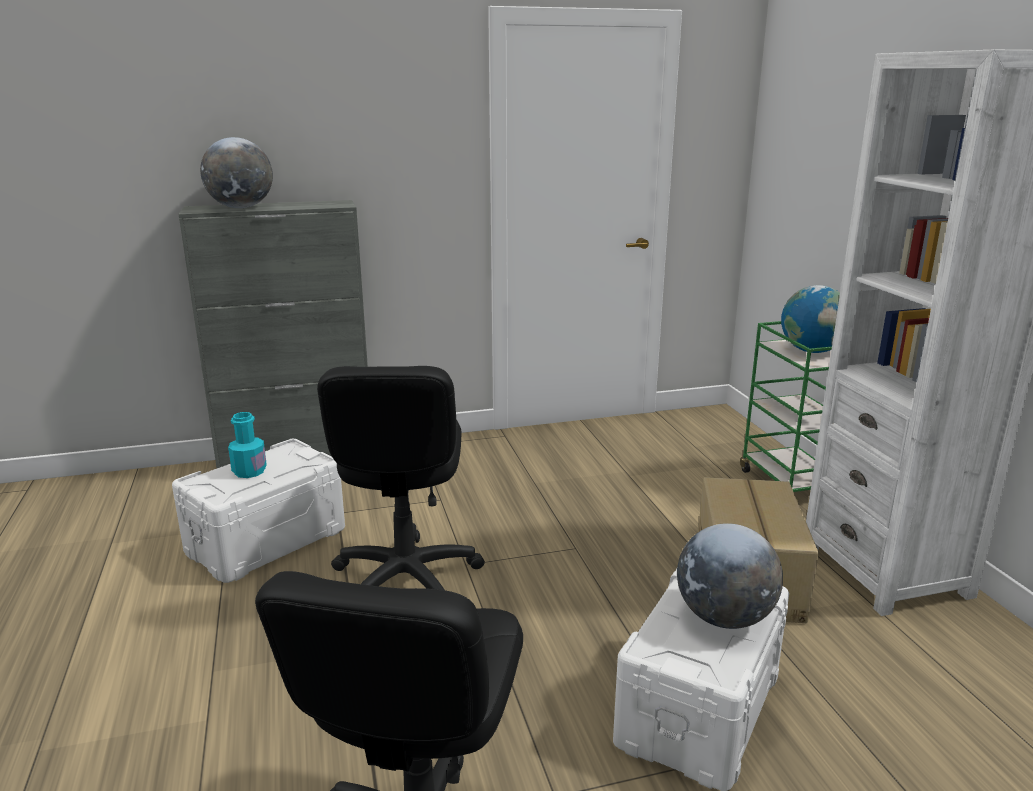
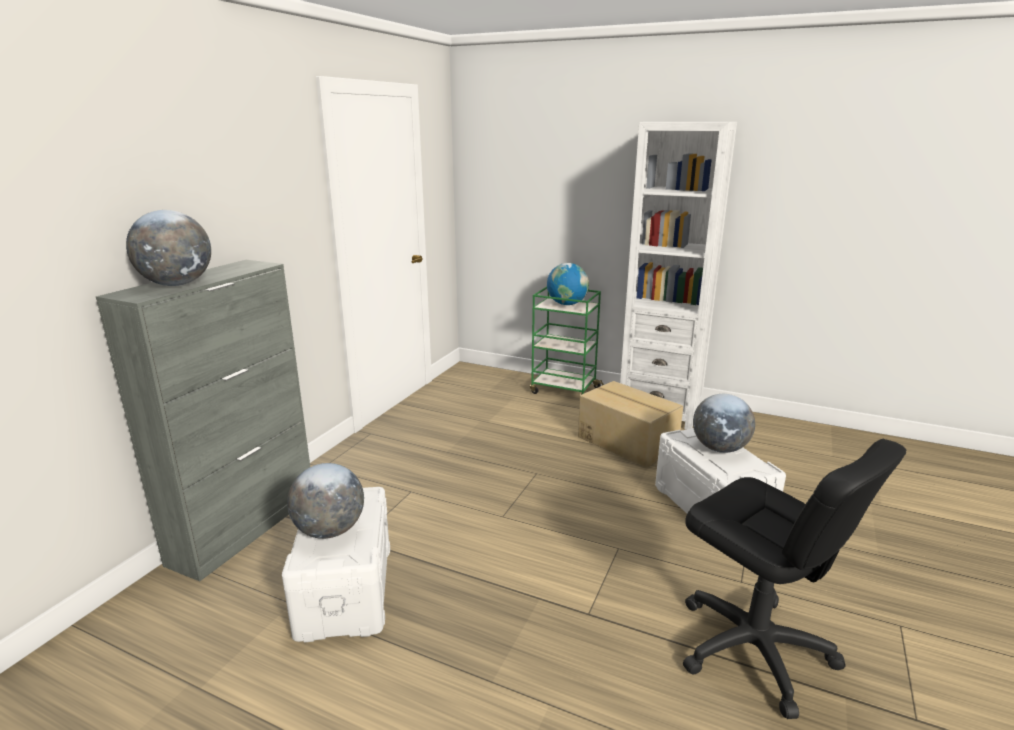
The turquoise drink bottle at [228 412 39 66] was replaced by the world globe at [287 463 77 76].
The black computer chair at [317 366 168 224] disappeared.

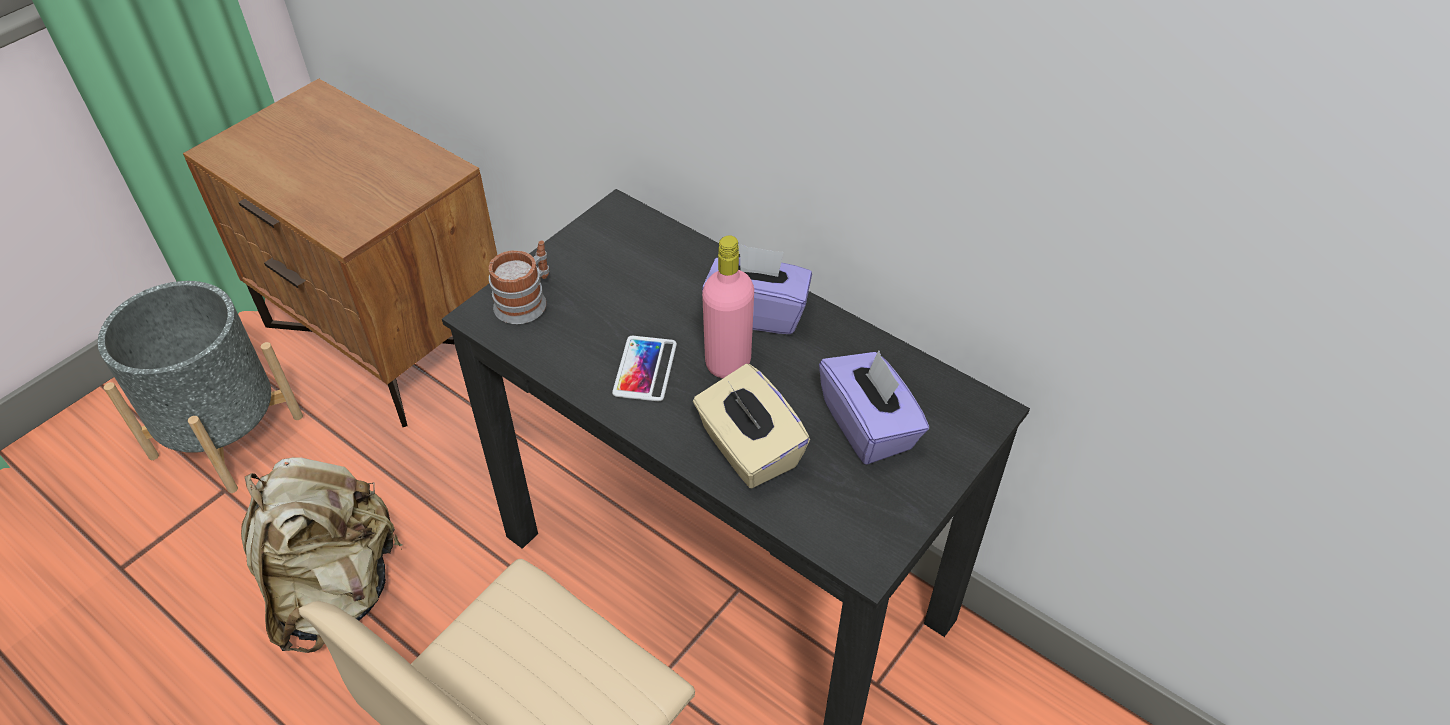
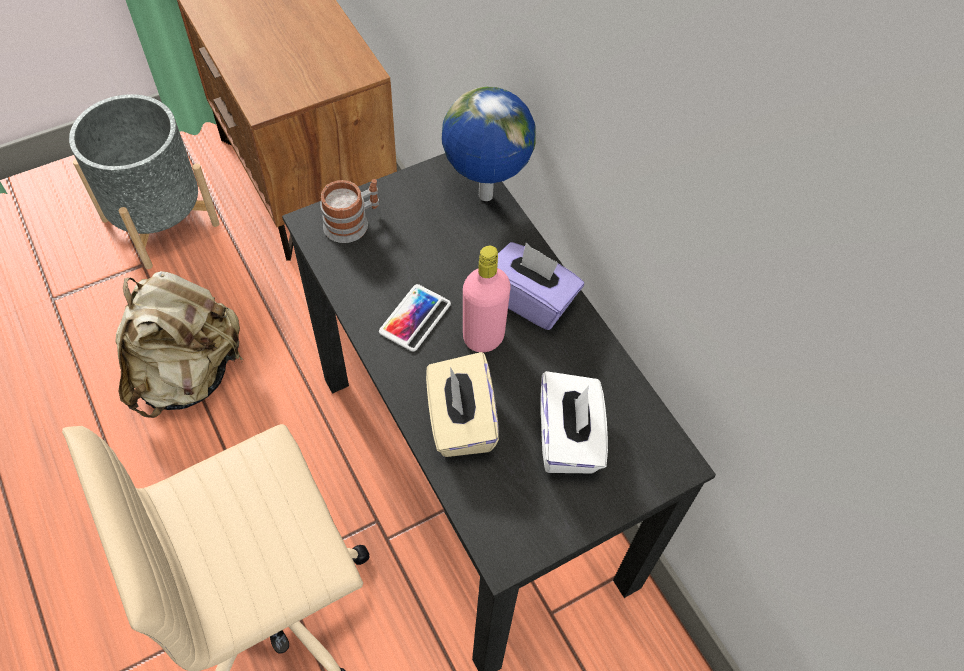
The purple-coloured tissue box at [819 351 110 114] became the whitish tissue box at [541 371 67 102].
The world globe at [441 87 95 114] appeared.

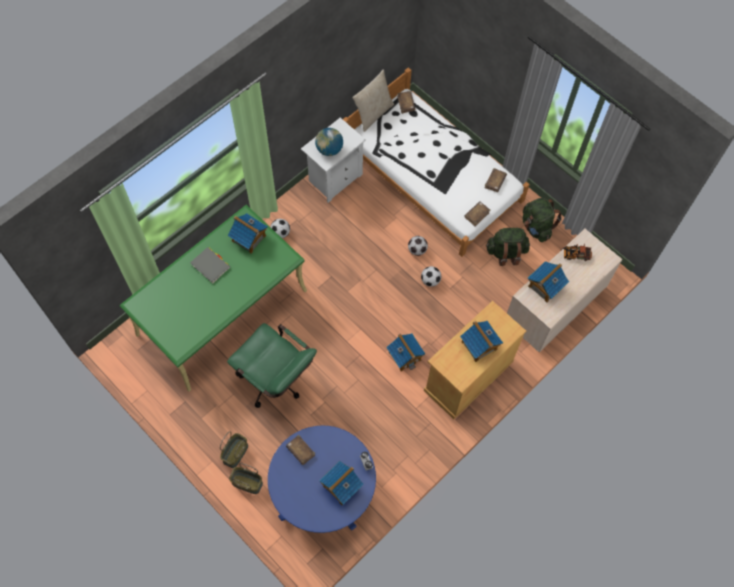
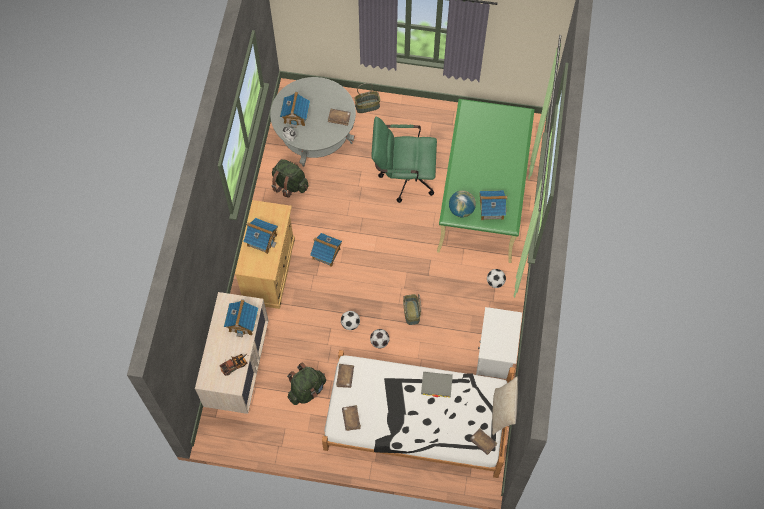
The greyish volume moved from [190 247 40 36] to [421 372 32 26].
The basket moved from [220 431 28 37] to [403 294 18 31].
The blue-coloured coffee table at [268 426 108 107] became the greyish coffee table at [270 77 86 90].
The world globe moved from [315 128 28 28] to [449 191 27 26].
The greenish knapsack moved from [522 198 40 44] to [272 159 36 39].

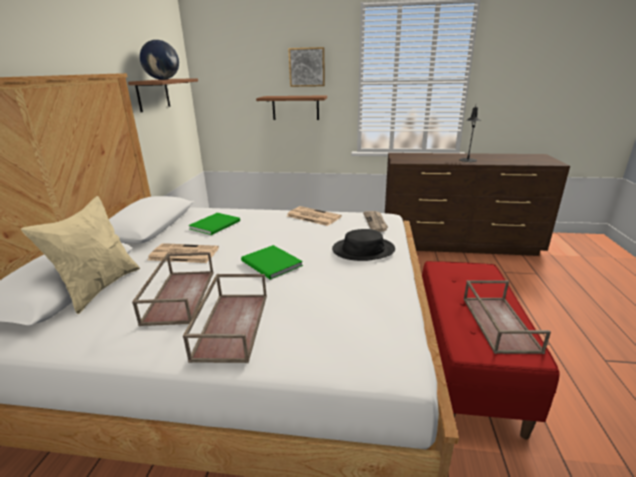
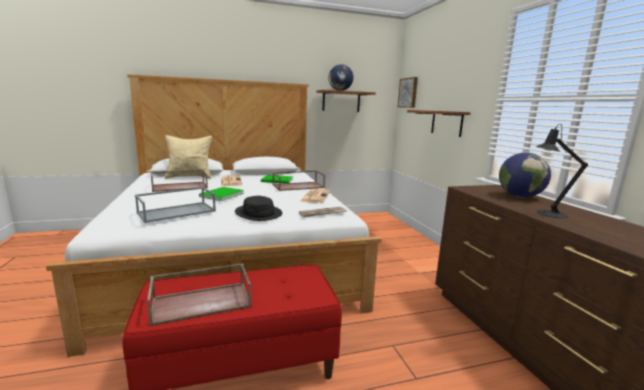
The brownish carrying tray moved from [183 274 84 89] to [273 170 52 21].
The wall art moved from [288 47 37 40] to [398 77 20 31].
The greyish carrying tray at [135 187 81 36] appeared.
The world globe at [499 152 52 46] appeared.

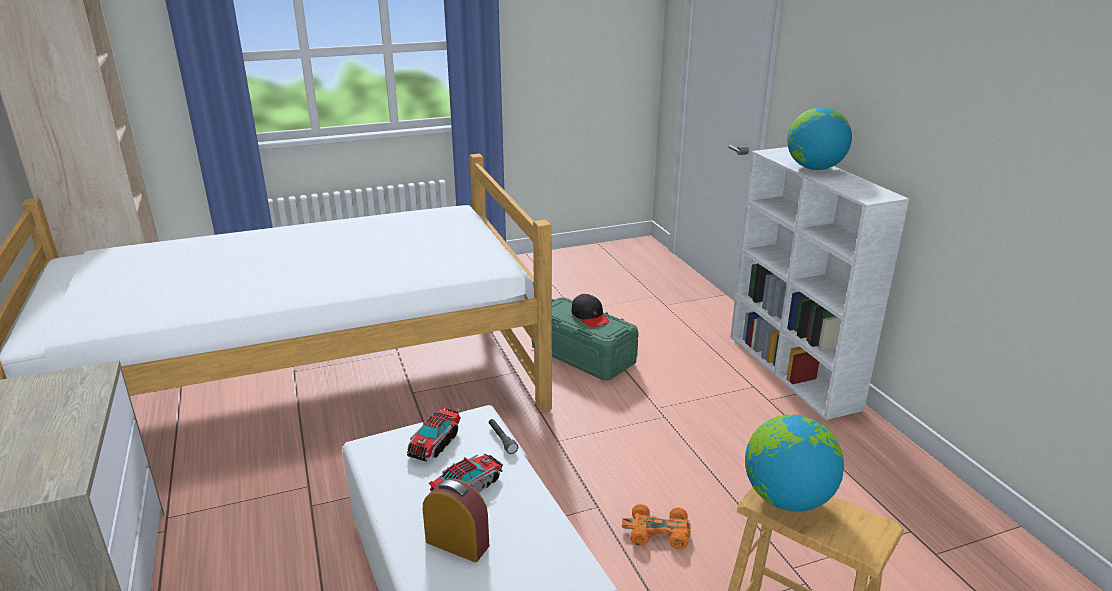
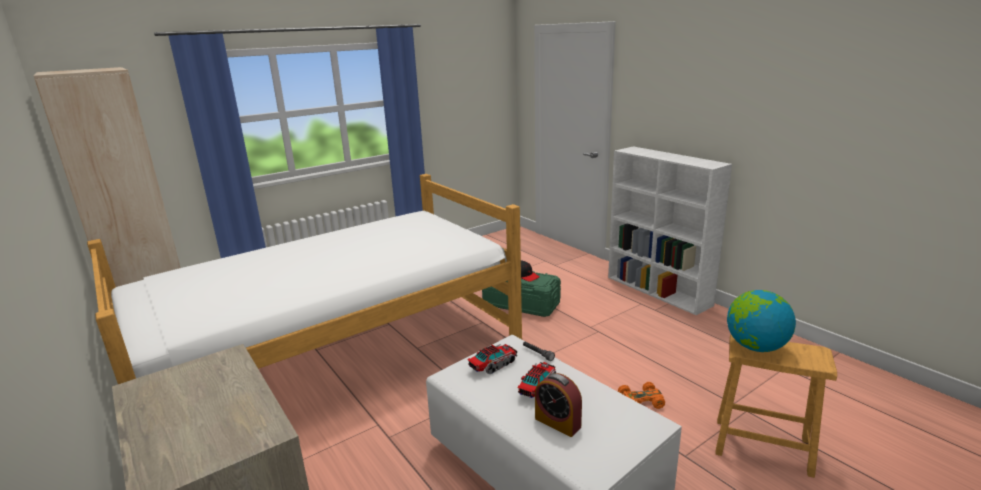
The toy truck at [407 407 54 55] turned 135 degrees counterclockwise.
The bedside clock at [423 478 66 84] turned 150 degrees counterclockwise.
The world globe at [787 107 65 63] disappeared.

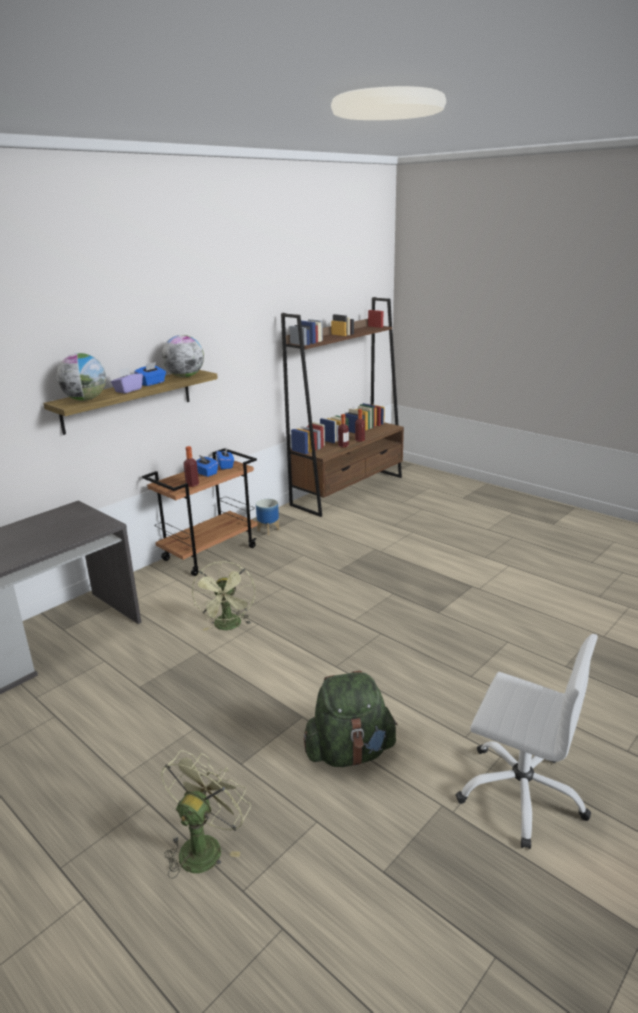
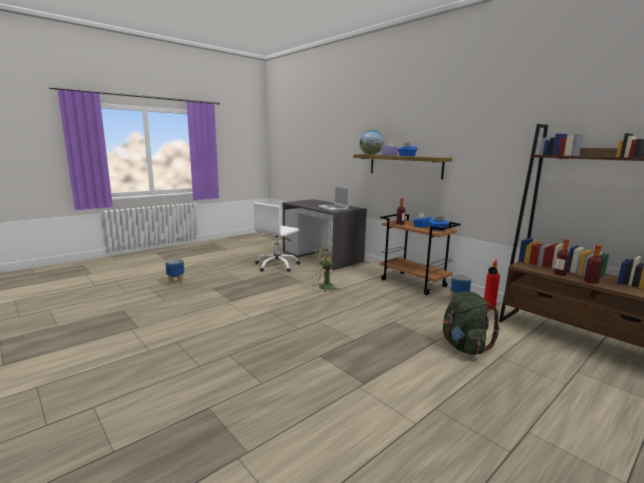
The greenish cooling fan at [161 750 90 129] was replaced by the flower pot at [165 258 19 27].
The world globe at [162 335 42 42] disappeared.
The greenish knapsack moved from [304 671 94 96] to [443 291 57 64].
The whitish computer chair moved from [456 634 142 215] to [254 203 46 69].
The portable computer at [318 186 31 25] appeared.
The fire extinguisher at [484 260 16 49] appeared.

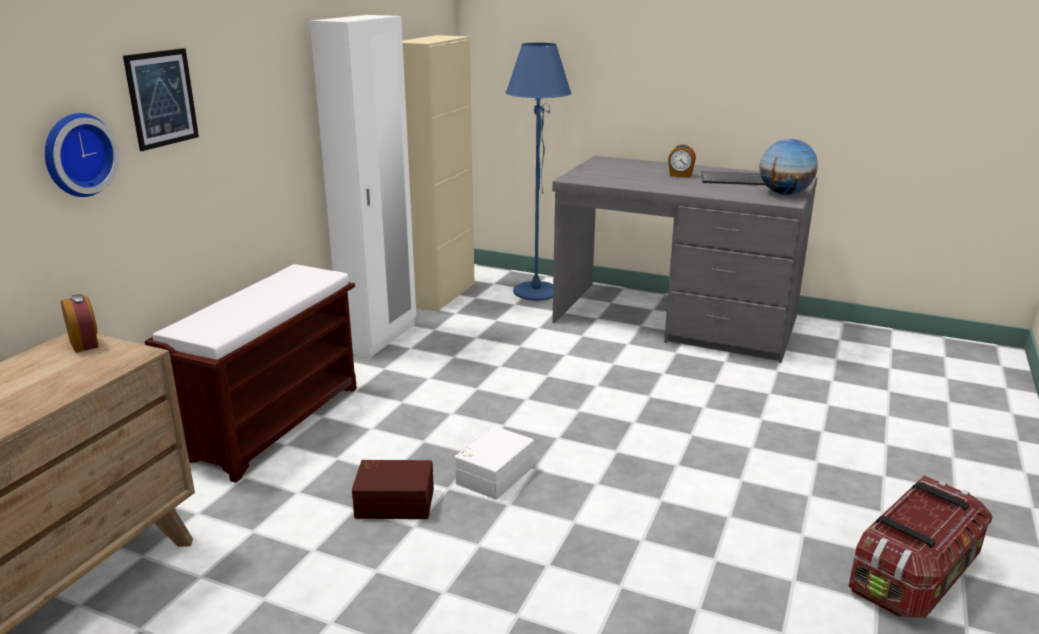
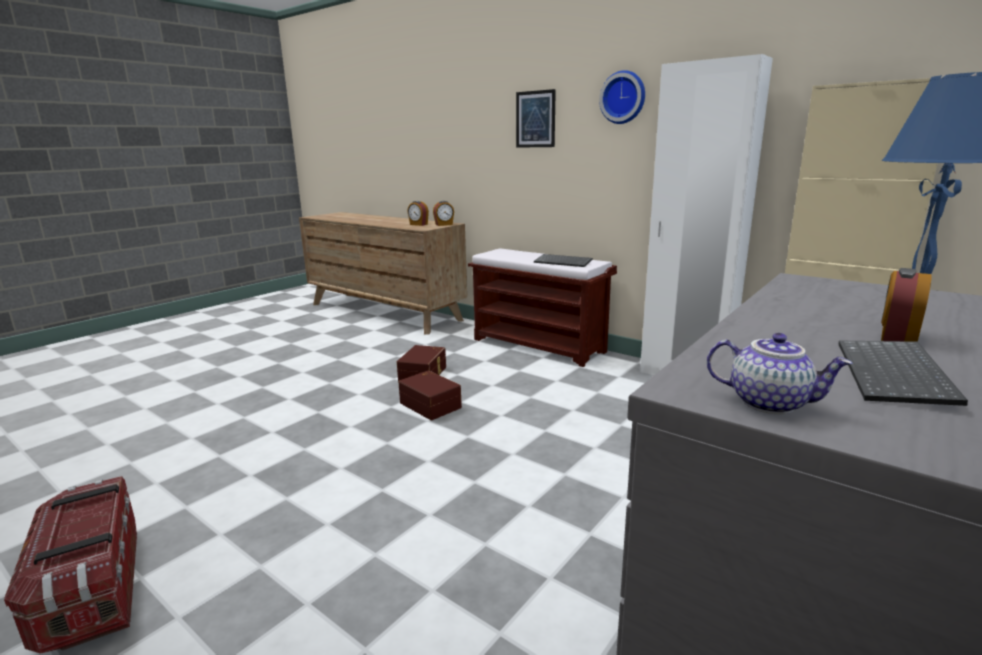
The hanging clock moved from [45 113 75 84] to [599 70 46 54].
The whitish storage box at [455 426 79 74] became the brownish storage box at [399 370 63 50].
The world globe at [760 138 58 57] was replaced by the teapot at [707 333 146 81].
The bedside clock at [407 201 22 25] appeared.
The computer keyboard at [534 254 59 13] appeared.

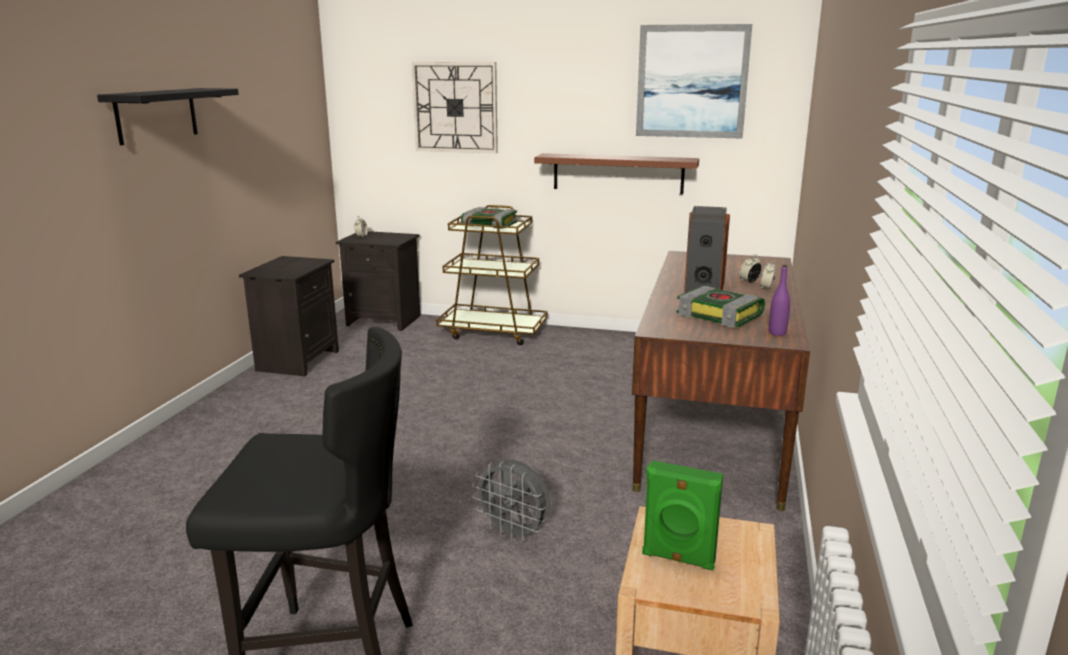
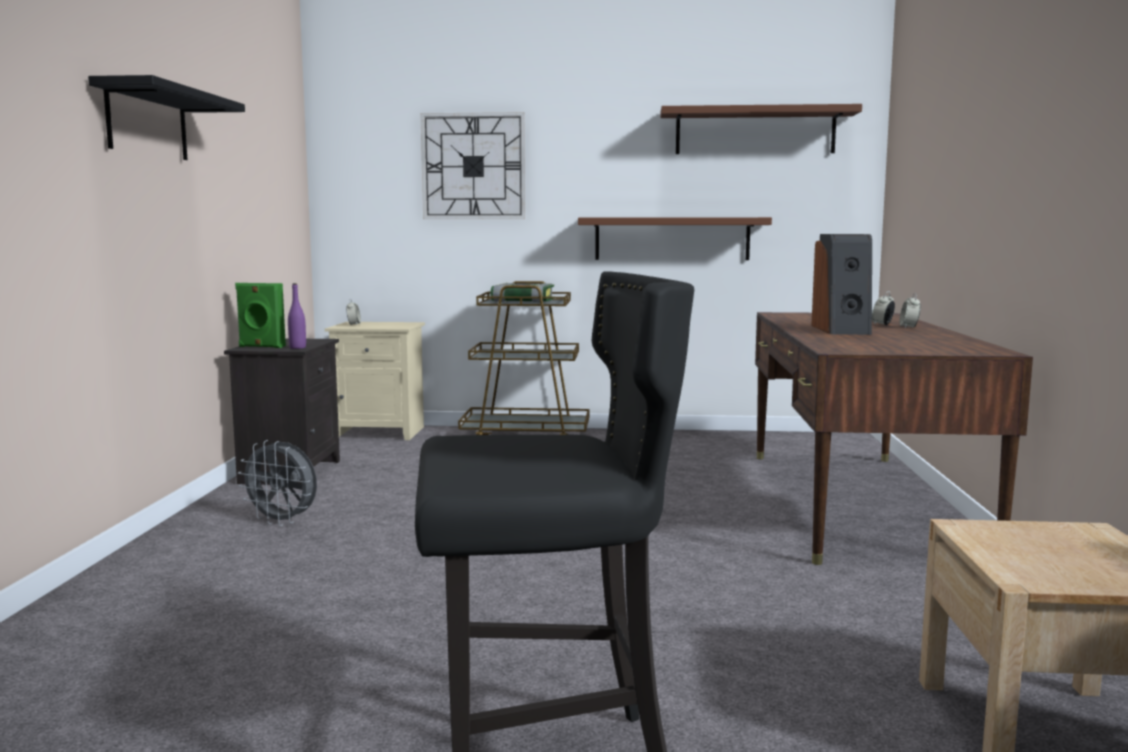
The black night table at [336 231 84 100] became the beige night table at [325 322 100 118].
The greyish cooling fan moved from [472 459 78 83] to [238 440 79 86].
The wall art at [636 24 116 114] was replaced by the brownish bracket shelf at [660 104 202 50].
The greenish loudspeaker moved from [642 460 81 111] to [235 283 51 65].
The volume at [676 286 89 42] disappeared.
The purple-coloured drink bottle moved from [769 265 21 71] to [288 283 18 66].

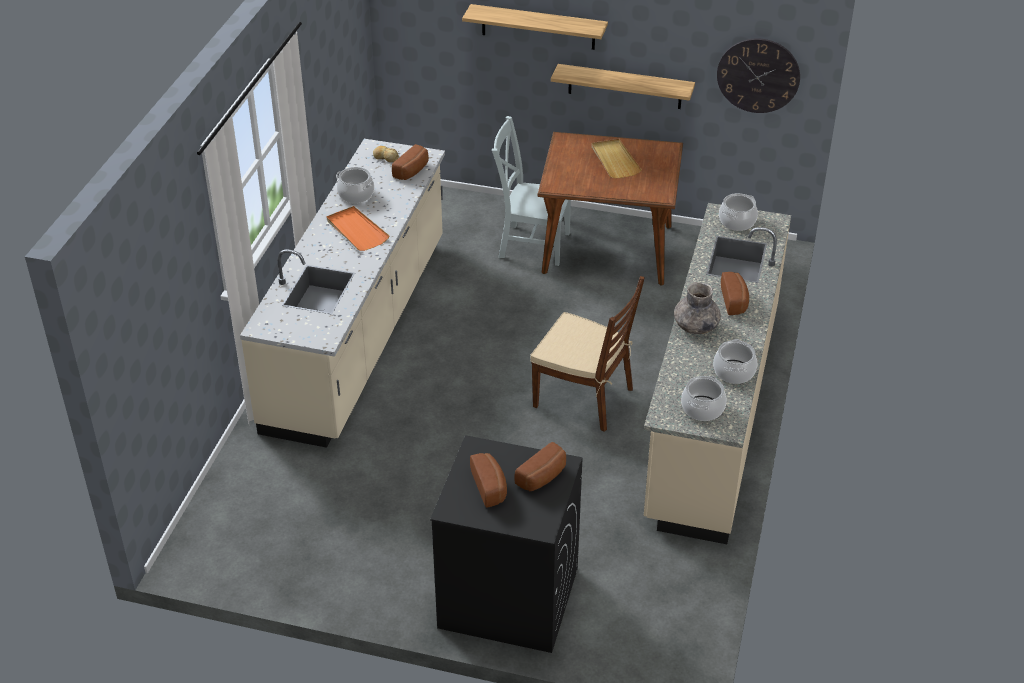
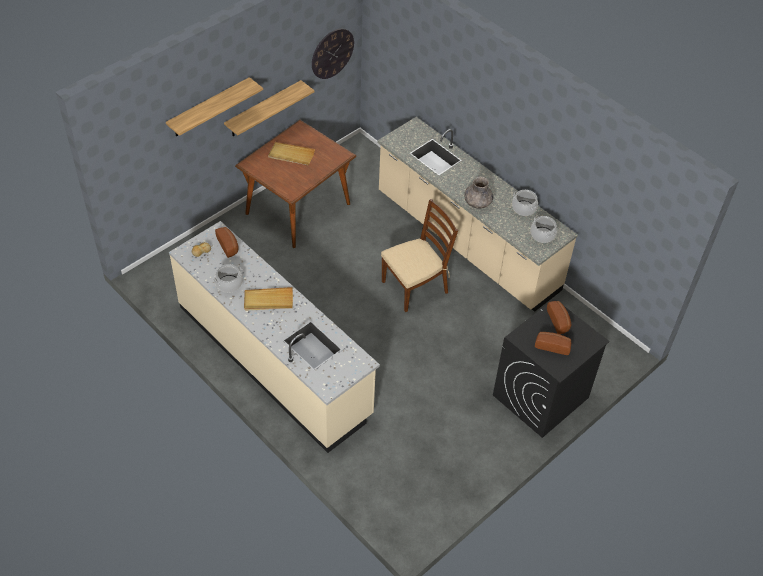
The orange-coloured carrying tray at [326 206 63 45] became the beige carrying tray at [244 287 49 24].
The greyish chair at [492 116 79 150] disappeared.
The stockpot at [719 193 39 38] disappeared.
The bread at [721 272 28 43] disappeared.

